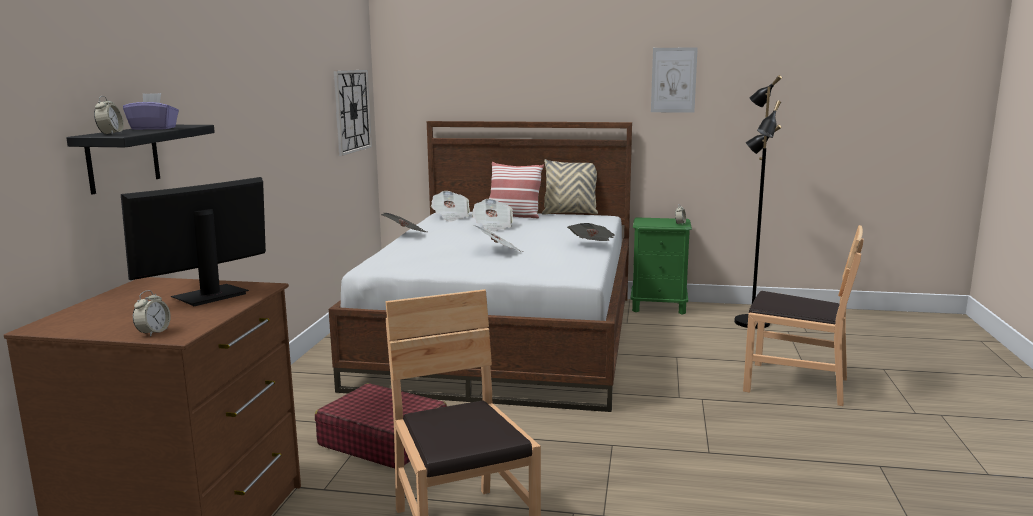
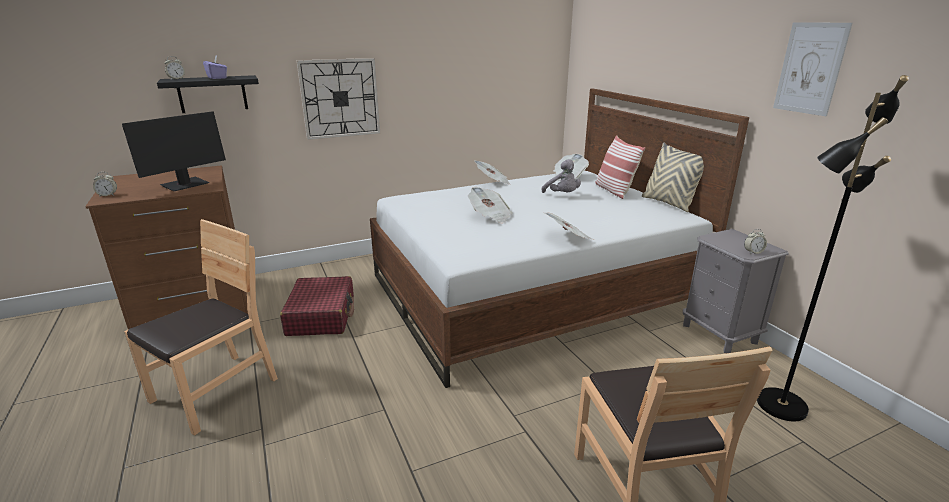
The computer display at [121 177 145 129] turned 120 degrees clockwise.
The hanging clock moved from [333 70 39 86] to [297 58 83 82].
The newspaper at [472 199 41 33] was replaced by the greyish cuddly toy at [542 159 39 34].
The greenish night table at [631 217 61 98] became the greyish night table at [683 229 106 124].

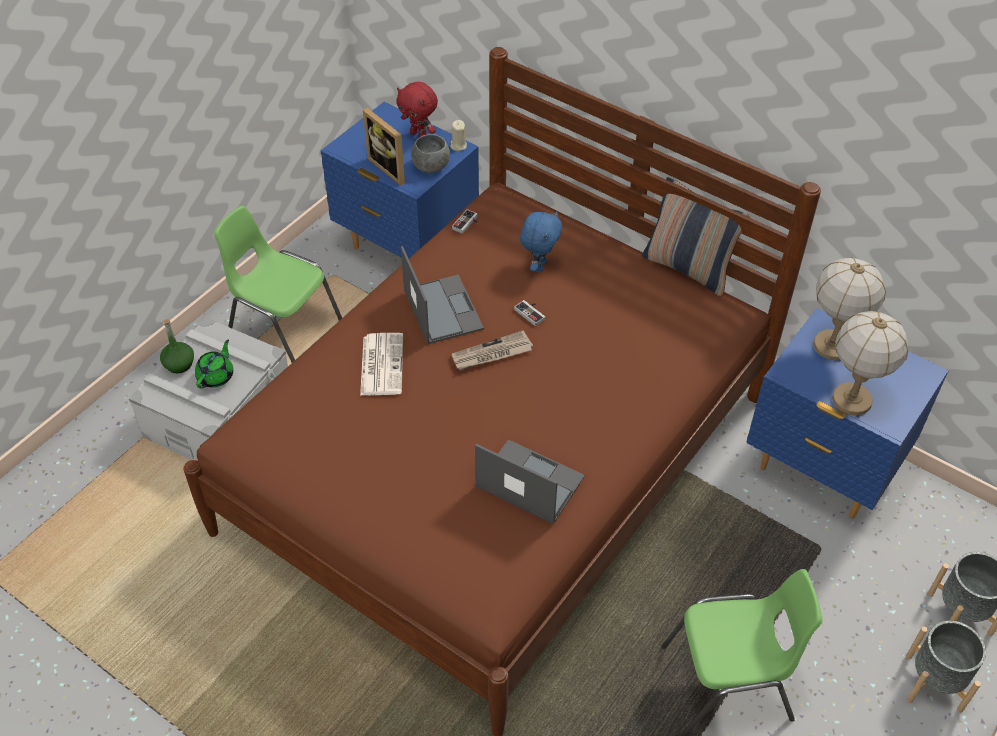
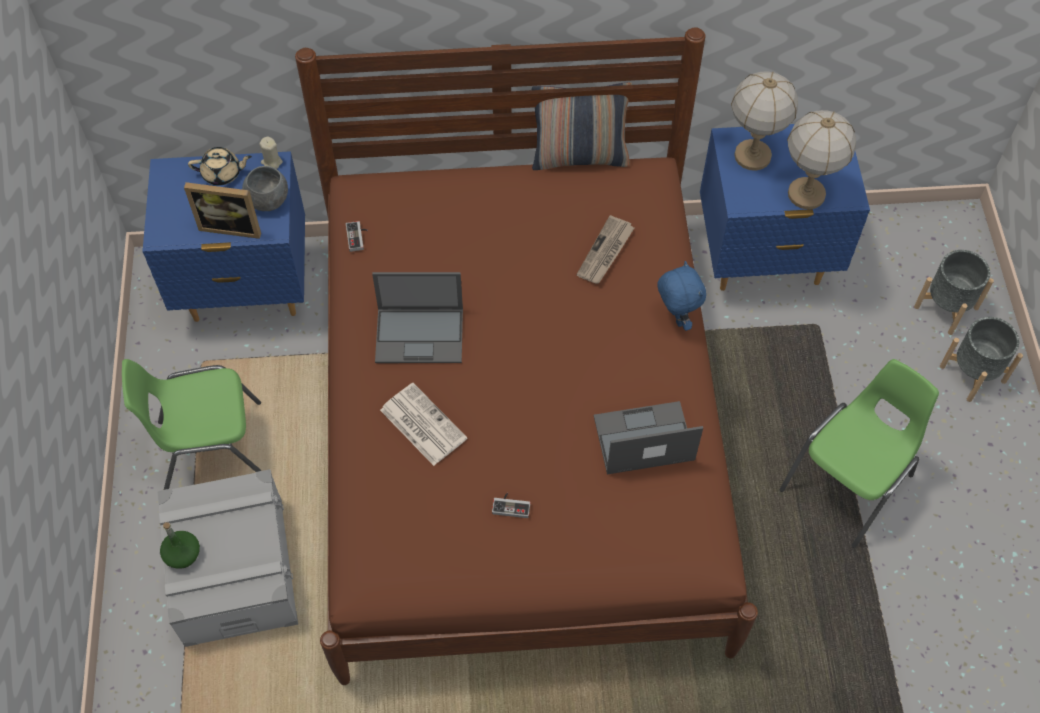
The greenish teapot at [195 339 38 49] disappeared.
The red cuddly toy at [396 82 42 55] was replaced by the beige teapot at [188 147 64 38].
The portable computer at [401 246 83 98] turned 150 degrees clockwise.
The newspaper moved from [451 330 82 40] to [577 215 57 69].
The joypad moved from [514 300 31 26] to [492 493 38 25].
The blue-coloured cuddly toy moved from [520 211 42 62] to [657 261 49 70].

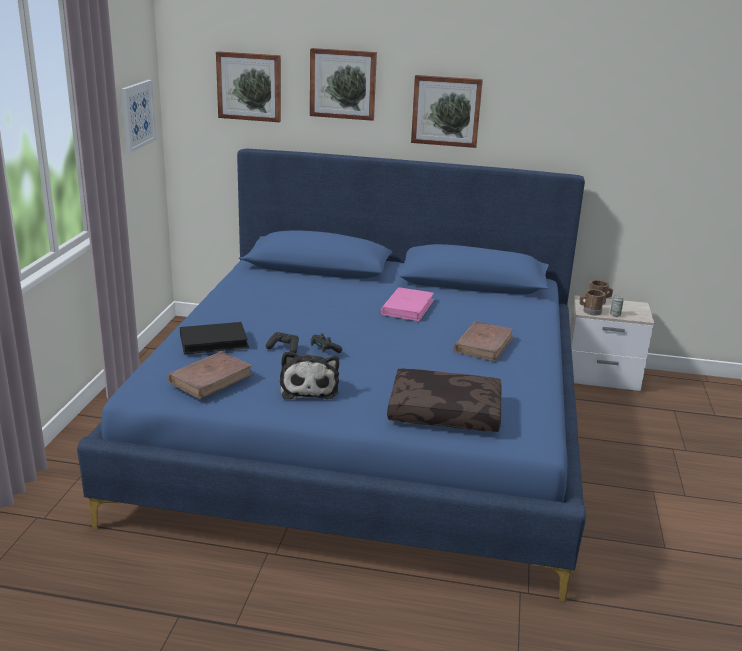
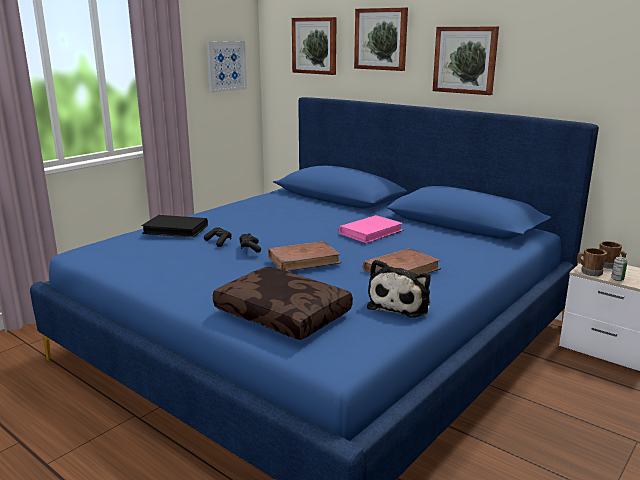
The brownish volume moved from [168 351 86 48] to [268 241 73 30].
The cuddly toy moved from [280 351 59 48] to [367 259 64 59].

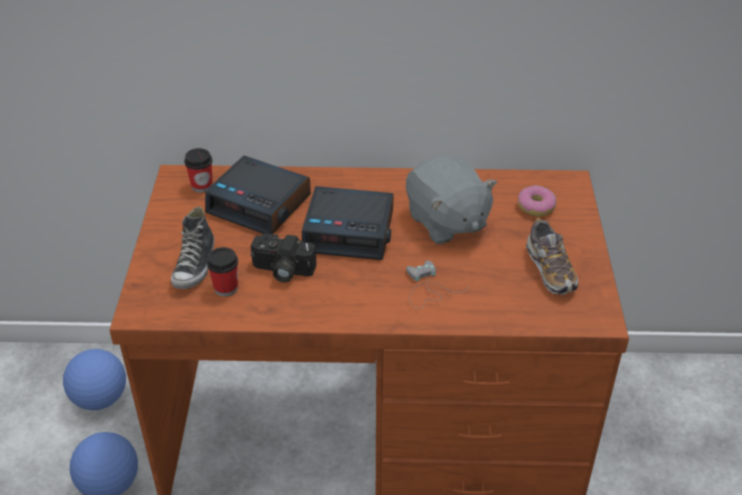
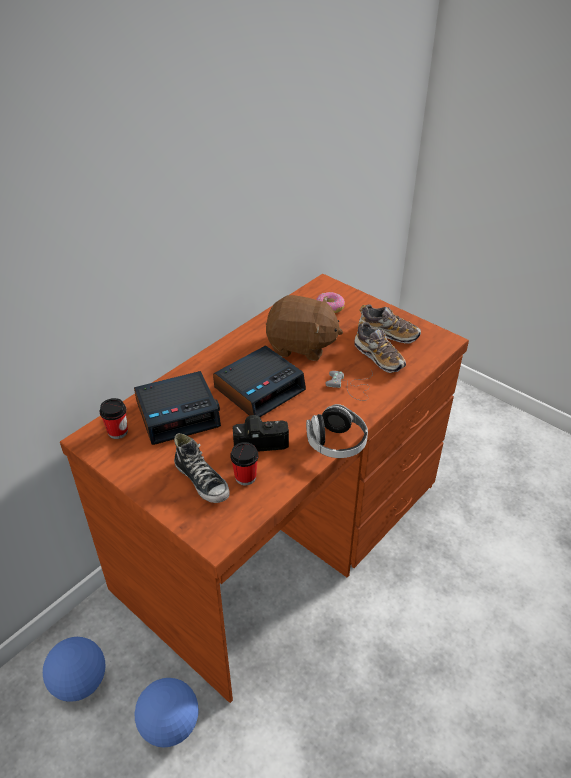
The still camera at [251 234 66 49] turned 150 degrees counterclockwise.
The greyish cuddly toy at [406 155 92 89] became the brownish cuddly toy at [266 295 77 66].
The headset at [306 404 62 54] appeared.
The low shoe at [354 321 52 52] appeared.

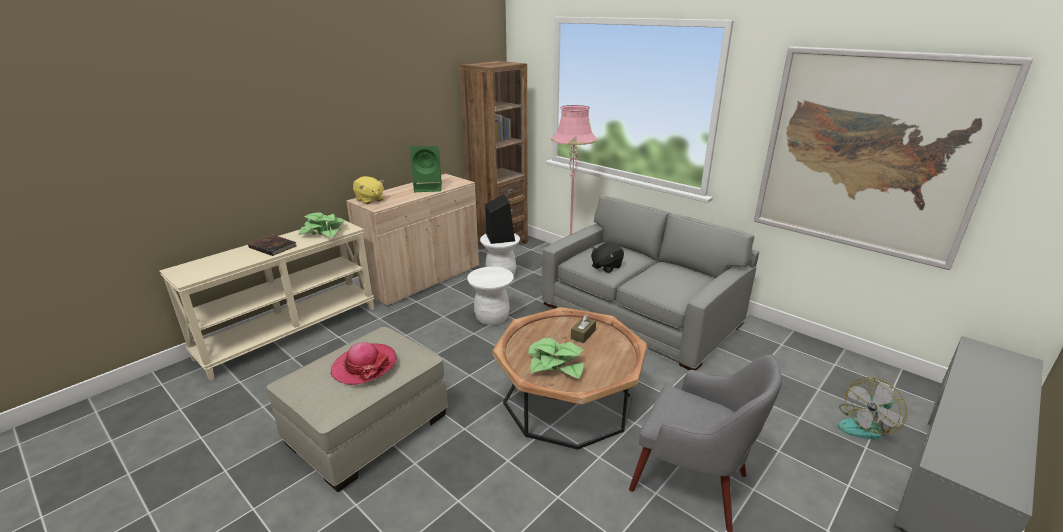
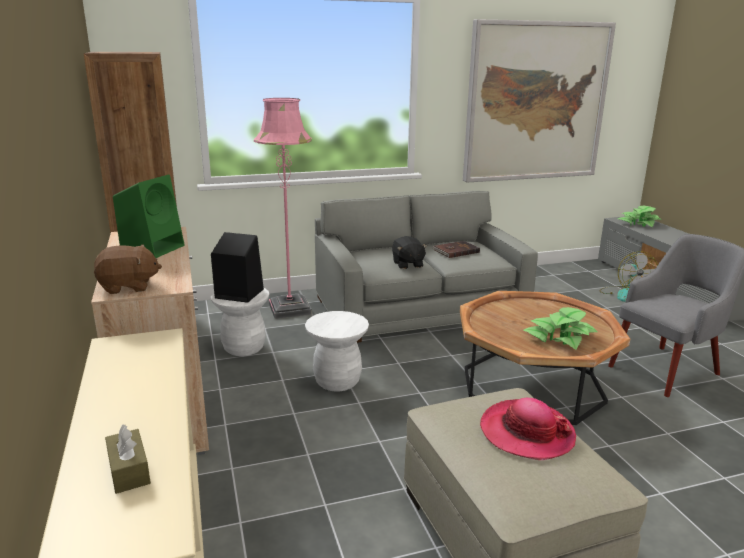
The brownish volume moved from [248 234 48 22] to [433 241 47 17].
The houseplant moved from [298 212 47 25] to [618 206 43 21].
The yellowish cuddly toy at [353 176 31 28] became the brownish cuddly toy at [94 244 68 50].
The brownish tissue box moved from [571 315 25 28] to [105 424 46 70].

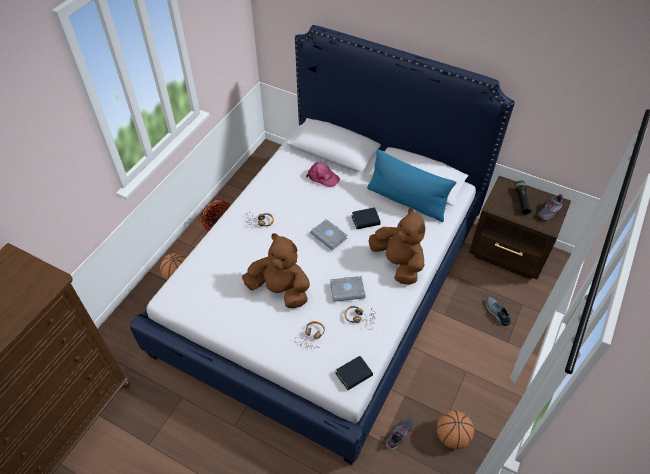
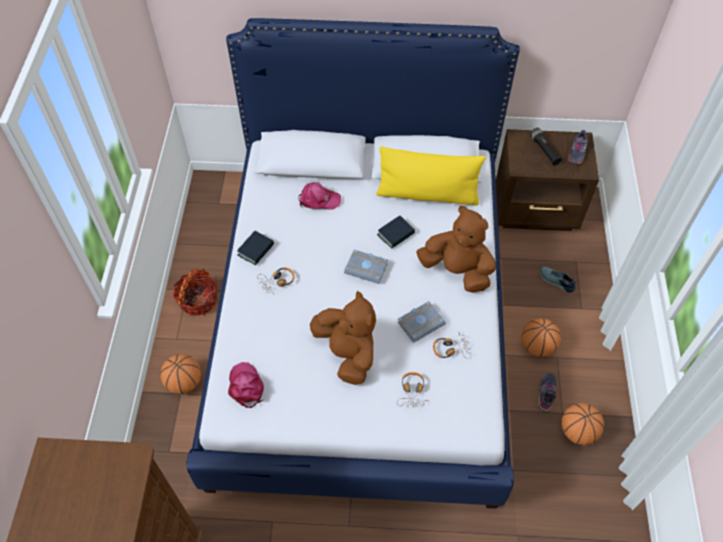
The brownish cuddly toy at [242 233 68 75] turned 60 degrees clockwise.
The volume moved from [336 356 37 34] to [237 231 37 34].
The blue-coloured cushion at [367 149 89 73] became the yellowish cushion at [376 147 110 59].
The greyish low shoe moved from [386 418 28 32] to [538 373 18 38].
The pink baseball cap at [228 362 36 46] appeared.
The basketball at [521 318 40 39] appeared.

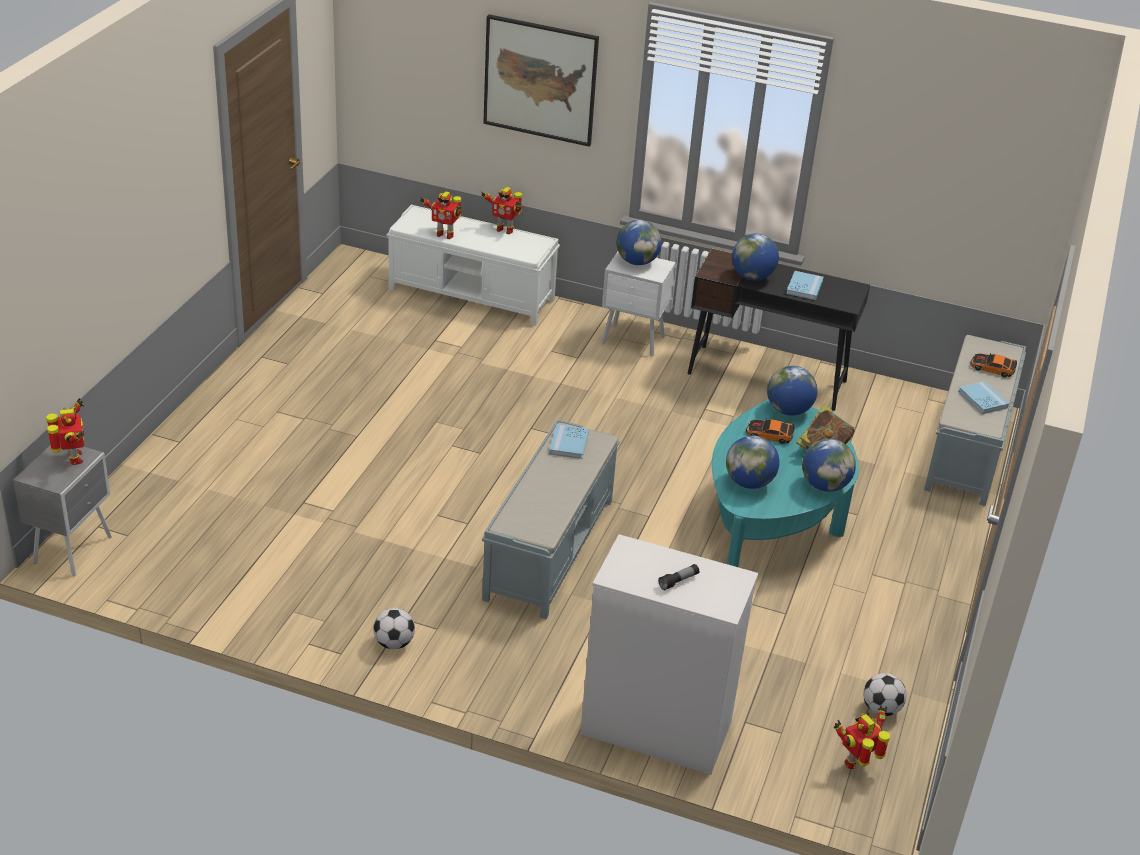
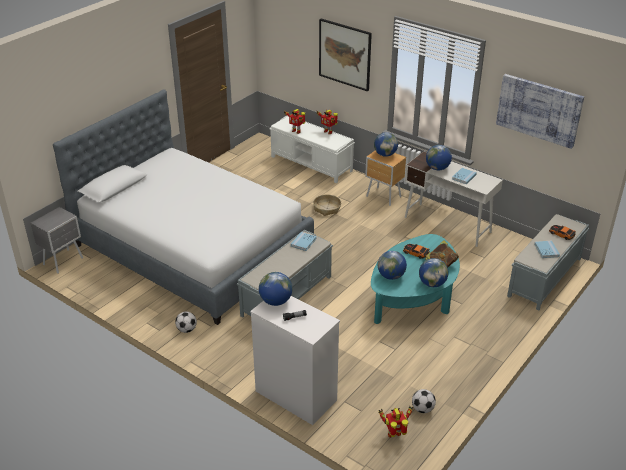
The model robot at [46 398 38 67] disappeared.
The whitish night table at [601 252 75 104] became the brownish night table at [365 151 41 55].
The black desk unit at [688 249 182 162] became the whitish desk unit at [405 151 98 96].
The world globe moved from [767 366 50 50] to [259 272 33 34].
The bedroom bed at [53 89 261 236] appeared.
The basket at [313 195 28 21] appeared.
The wall art at [496 74 88 75] appeared.

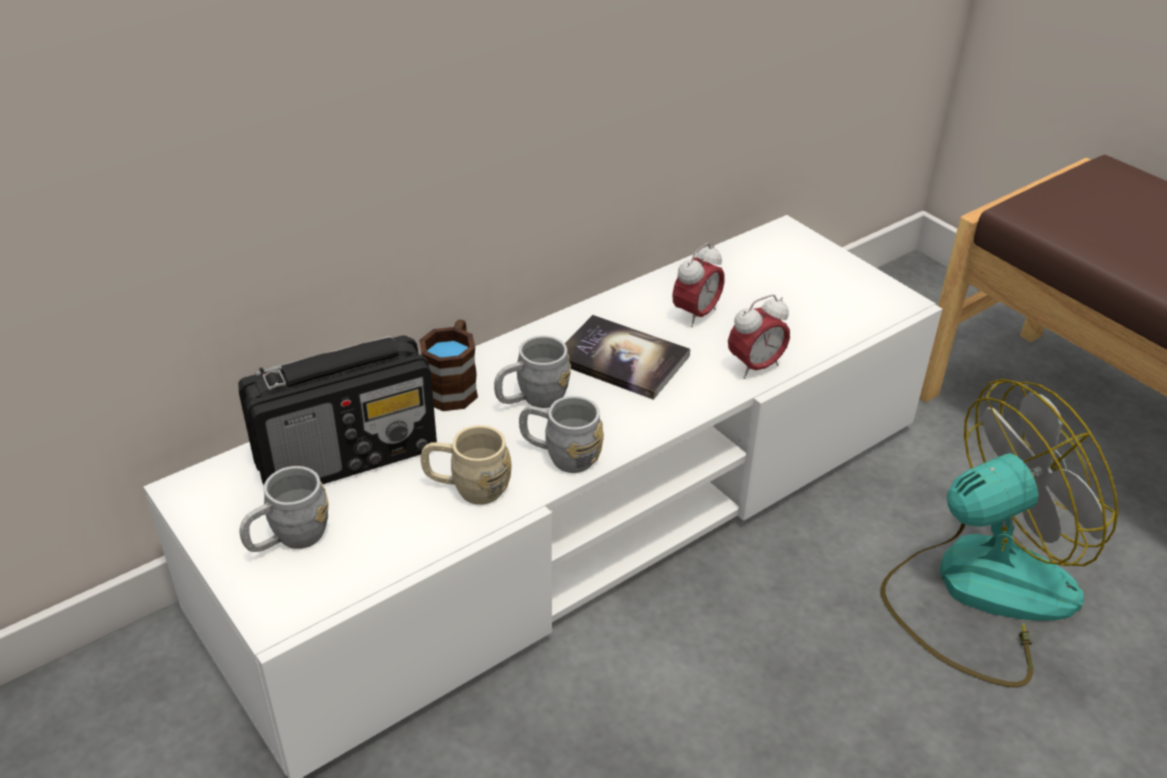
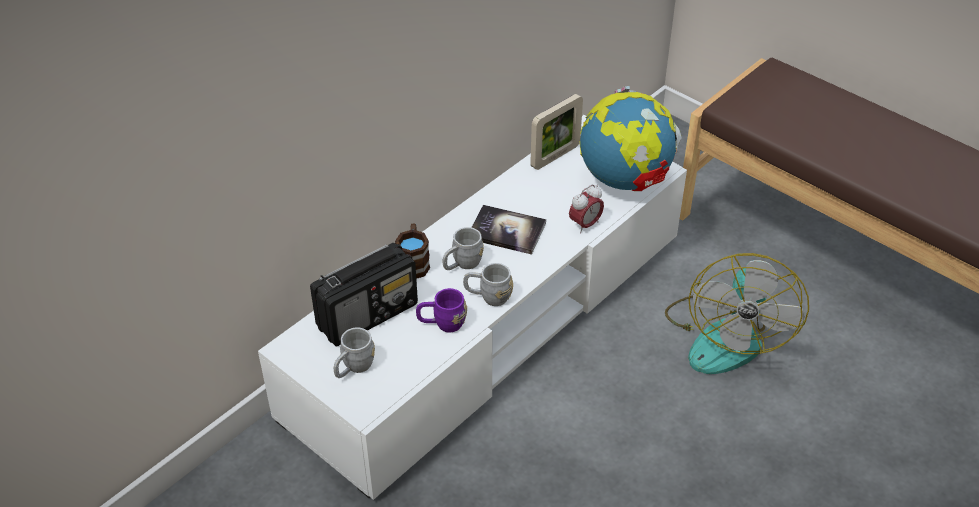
The beige mug at [421 425 90 80] became the purple-coloured mug at [416 288 51 44].
The bedside clock at [672 243 53 84] disappeared.
The cooling fan at [880 379 238 308] turned 135 degrees clockwise.
The picture frame at [530 94 53 76] appeared.
The world globe at [580 86 102 105] appeared.

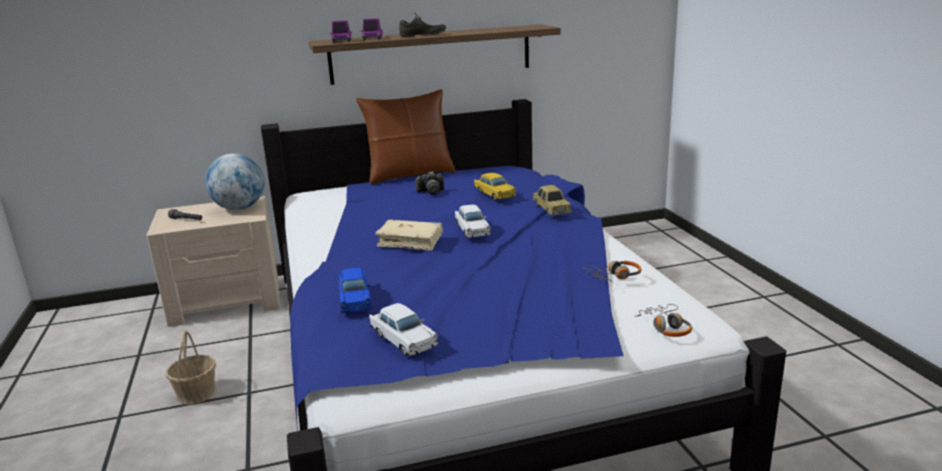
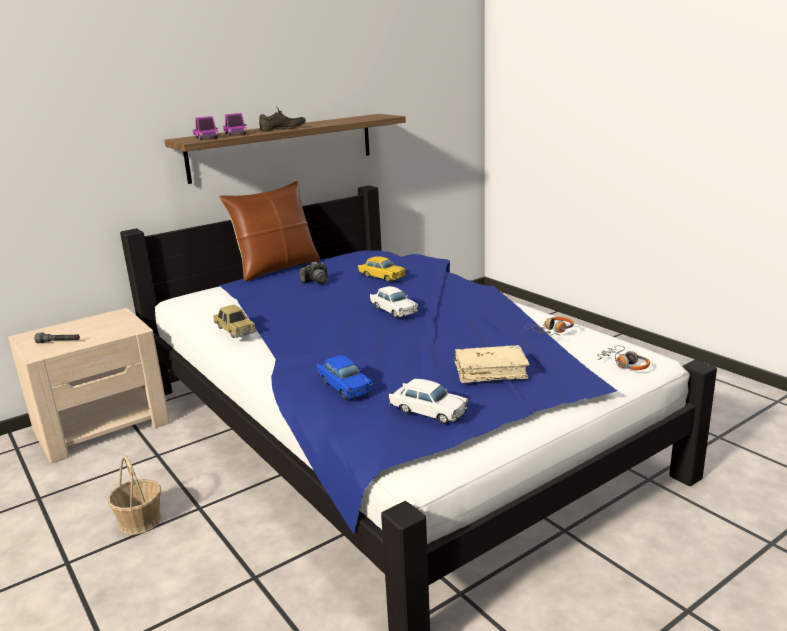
The world globe at [205 153 60 57] disappeared.
The beige volume moved from [375 220 68 31] to [455 345 75 38].
The model car moved from [533 185 39 31] to [213 305 43 33].

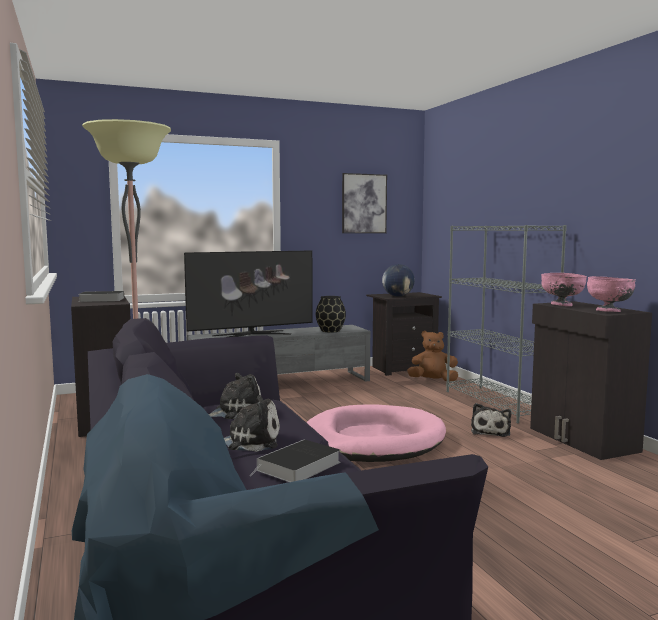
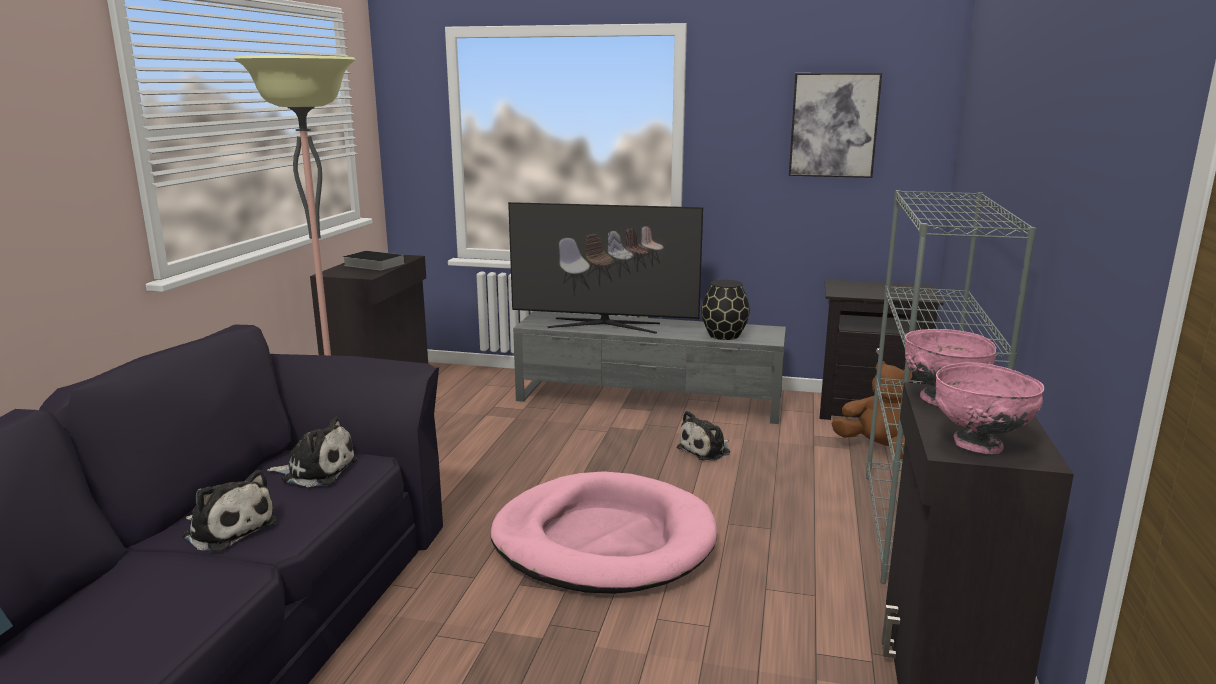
The volume at [249 439 91 43] disappeared.
The world globe at [382 264 33 32] disappeared.
The cuddly toy moved from [471 403 40 34] to [677 411 53 50].

